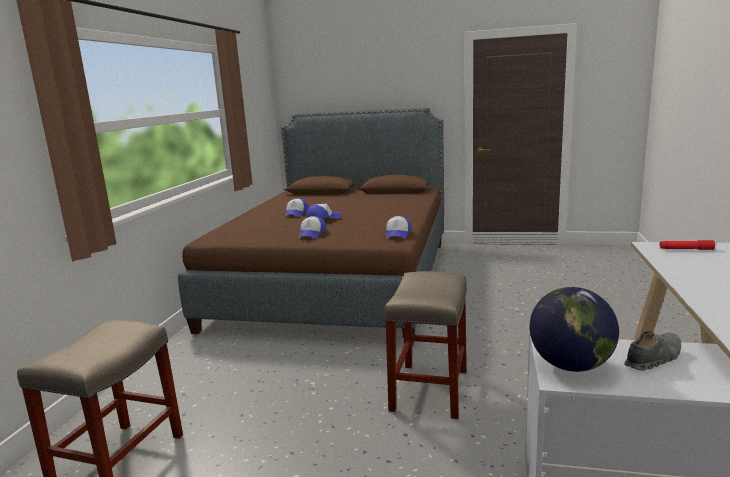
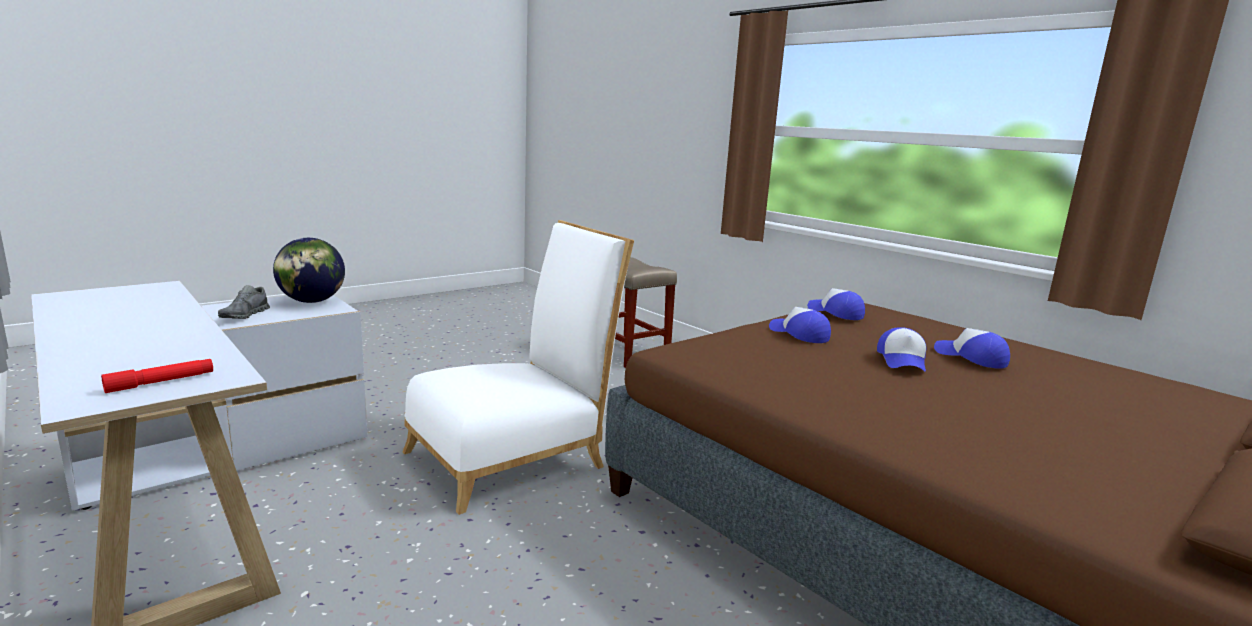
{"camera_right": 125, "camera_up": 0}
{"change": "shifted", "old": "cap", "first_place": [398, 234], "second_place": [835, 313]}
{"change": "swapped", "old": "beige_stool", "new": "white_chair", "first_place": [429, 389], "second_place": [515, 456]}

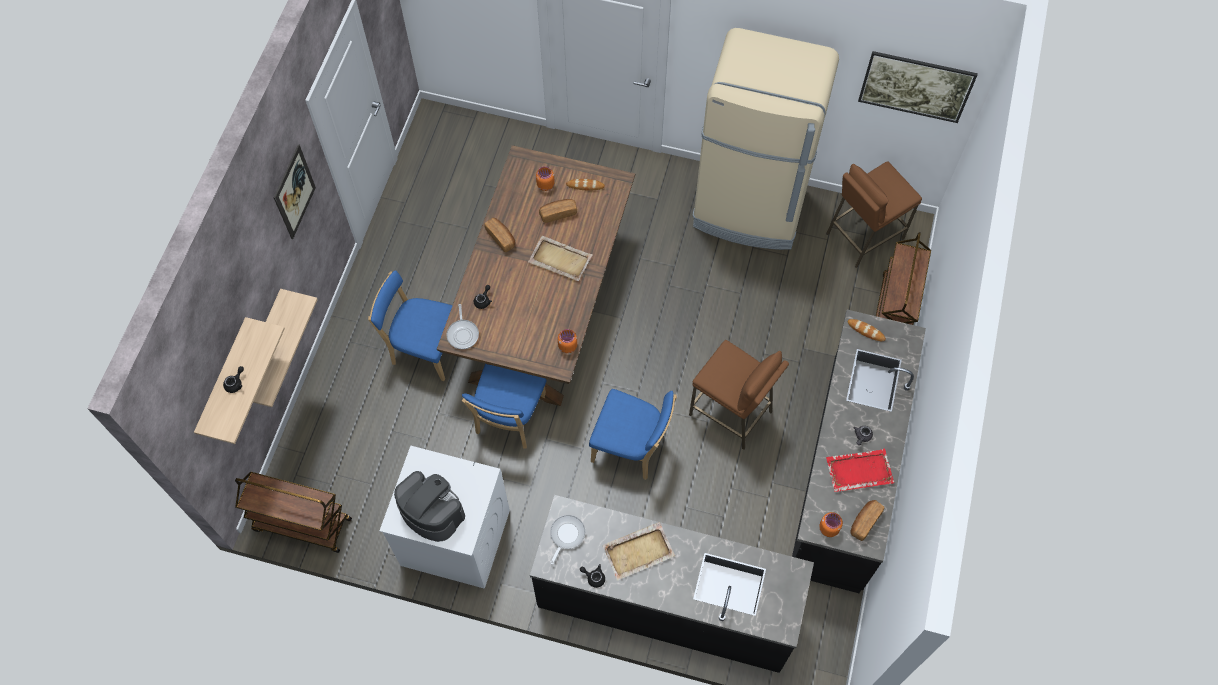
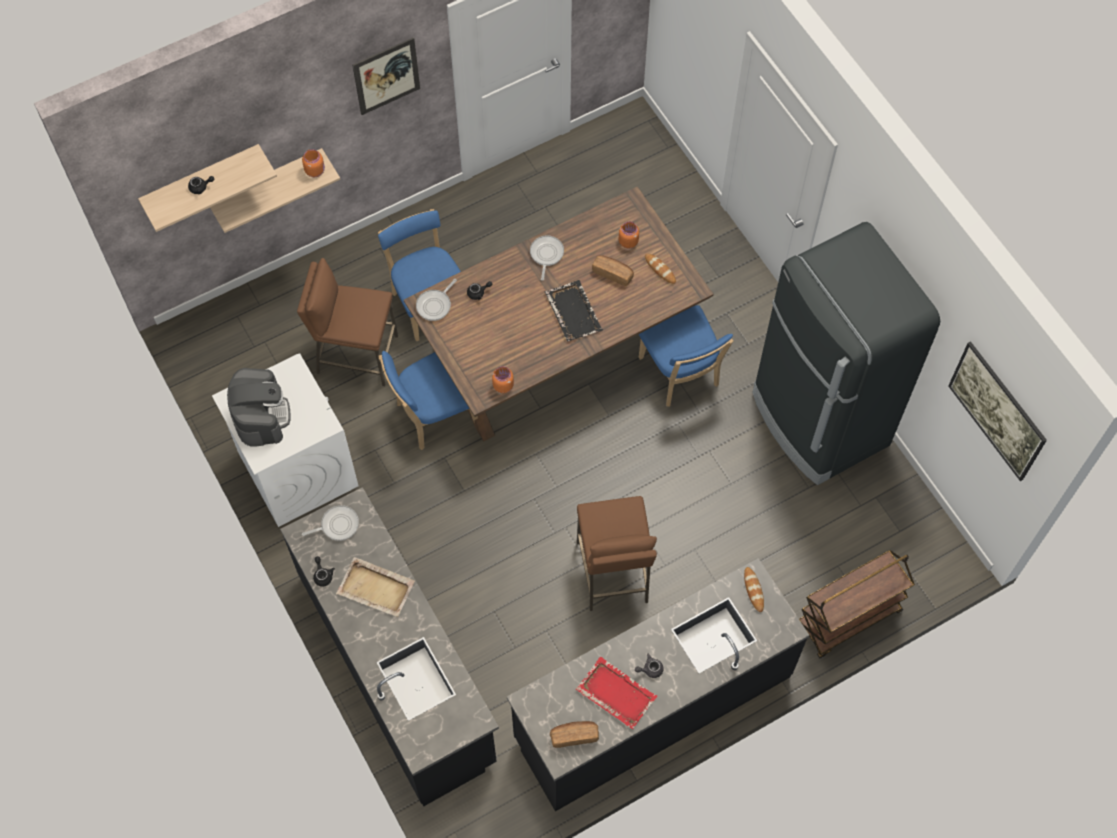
{"camera_right": 45, "camera_up": 0}
{"change": "repainted", "old": "beige_fridge", "new": "black_fridge", "first_place": [749, 210], "second_place": [818, 421]}
{"change": "shifted", "old": "brown_stool", "first_place": [864, 236], "second_place": [356, 355]}
{"change": "swapped", "old": "bread", "new": "frying_pan", "first_place": [501, 237], "second_place": [546, 254]}
{"change": "repainted", "old": "beige_tray", "new": "black_tray", "first_place": [559, 259], "second_place": [573, 311]}
{"change": "shifted", "old": "blue_chair", "first_place": [631, 448], "second_place": [680, 375]}
{"change": "gone", "old": "brown_cart", "first_place": [301, 525]}
{"change": "shifted", "old": "orange_jar", "first_place": [828, 528], "second_place": [315, 170]}

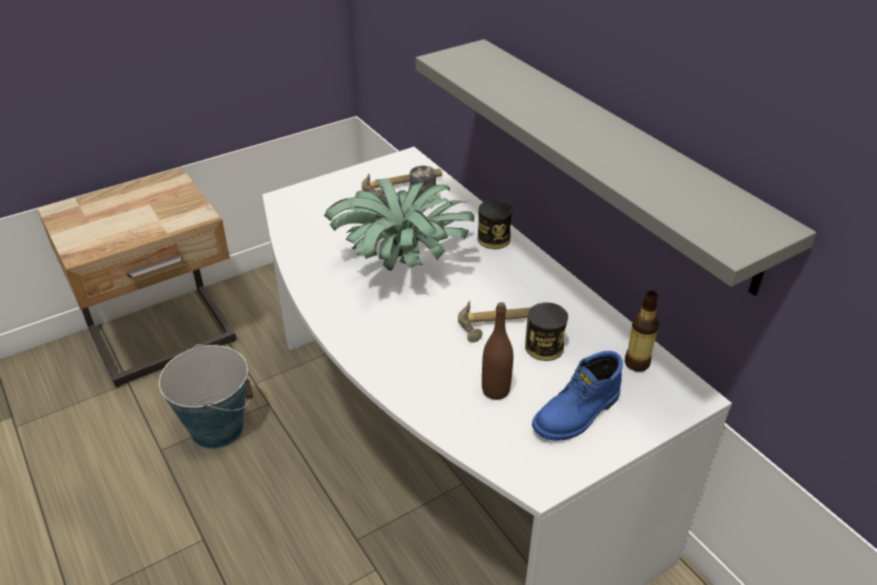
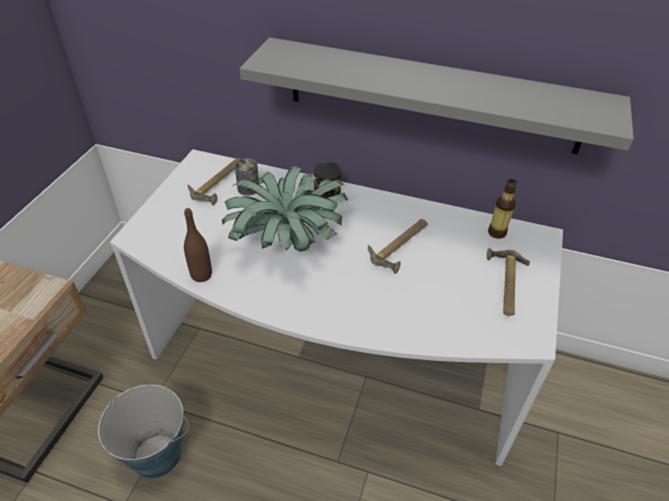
{"camera_right": -40, "camera_up": 5}
{"change": "shifted", "old": "brown_bottle", "first_place": [495, 390], "second_place": [201, 275]}
{"change": "gone", "old": "can", "first_place": [544, 347]}
{"change": "swapped", "old": "blue_boot", "new": "hammer", "first_place": [577, 414], "second_place": [504, 284]}

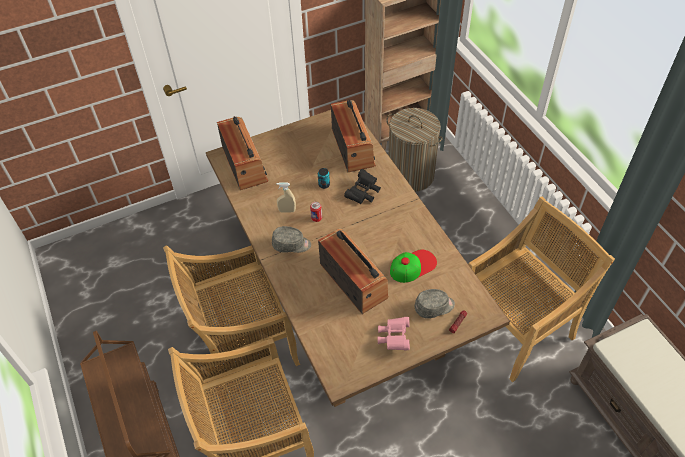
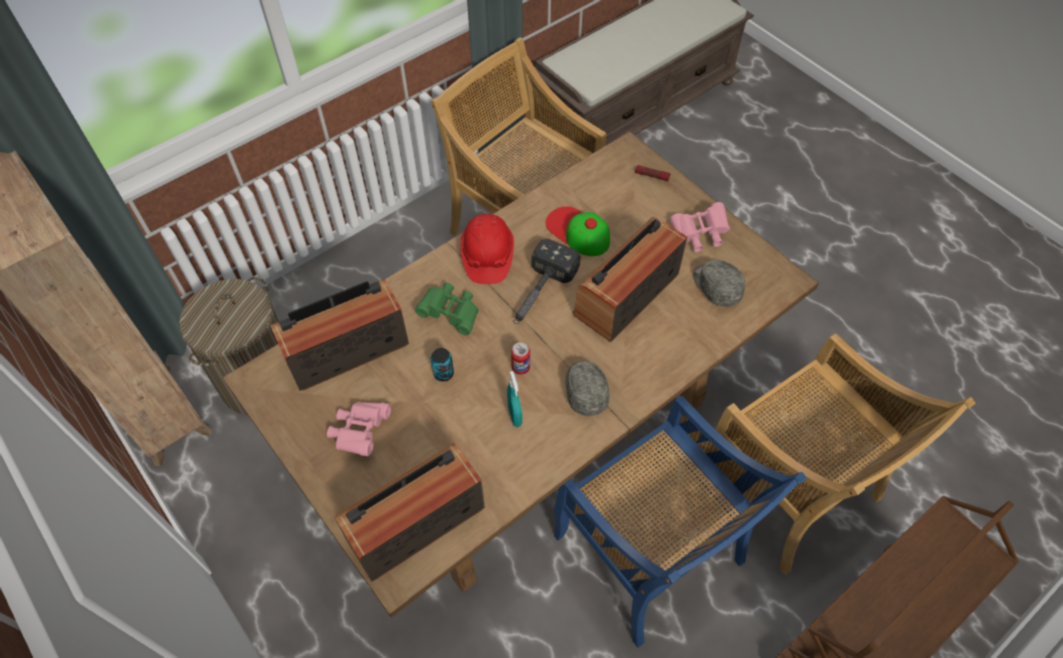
{"camera_right": -105, "camera_up": 5}
{"change": "repainted", "old": "black_binoculars", "new": "green_binoculars", "first_place": [363, 193], "second_place": [451, 313]}
{"change": "repainted", "old": "beige_spray_bottle", "new": "turquoise_spray_bottle", "first_place": [287, 211], "second_place": [515, 415]}
{"change": "repainted", "old": "beige_chair", "new": "blue_chair", "first_place": [244, 345], "second_place": [650, 552]}
{"change": "shifted", "old": "grey_cap", "first_place": [434, 307], "second_place": [715, 287]}
{"change": "new", "new": "red_hard_hat", "second_place": [487, 257]}
{"change": "new", "new": "hammer", "second_place": [539, 294]}
{"change": "new", "new": "pink_binoculars", "second_place": [360, 432]}

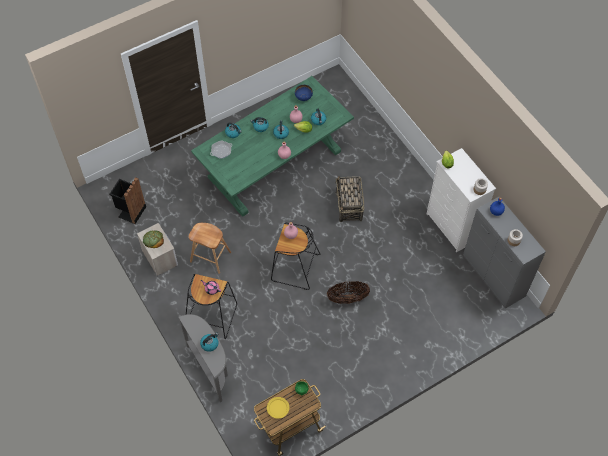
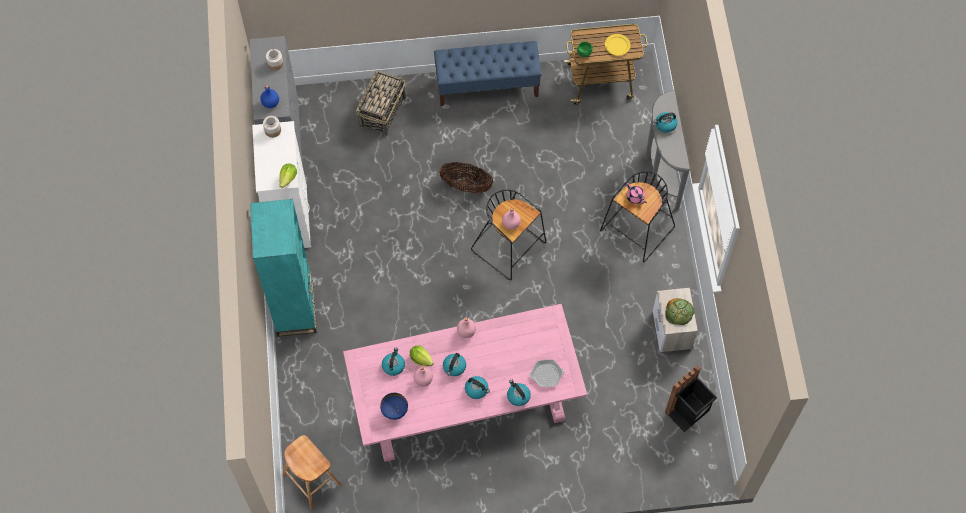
{"camera_right": -155, "camera_up": 5}
{"change": "repainted", "old": "green_dining_table", "new": "pink_dining_table", "first_place": [274, 165], "second_place": [465, 400]}
{"change": "shifted", "old": "basket", "first_place": [349, 206], "second_place": [383, 111]}
{"change": "shifted", "old": "brown_stool", "first_place": [210, 257], "second_place": [312, 480]}
{"change": "new", "new": "blue_bench", "second_place": [487, 86]}
{"change": "new", "new": "turquoise_bookcase", "second_place": [295, 309]}

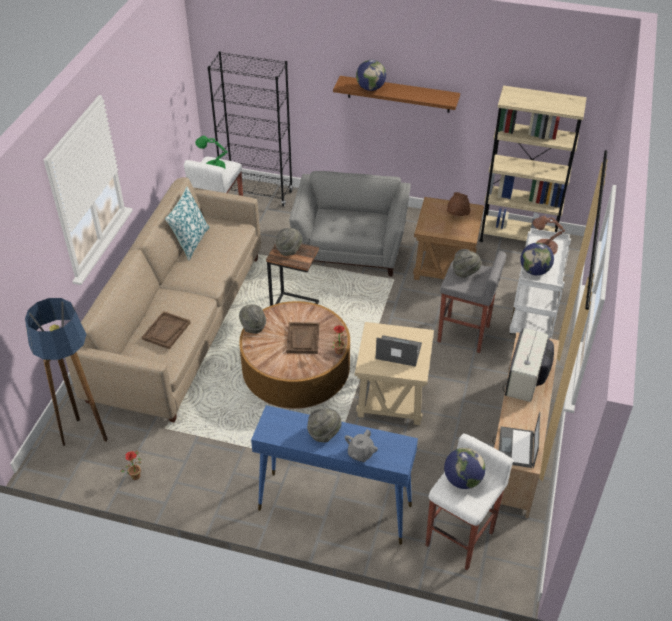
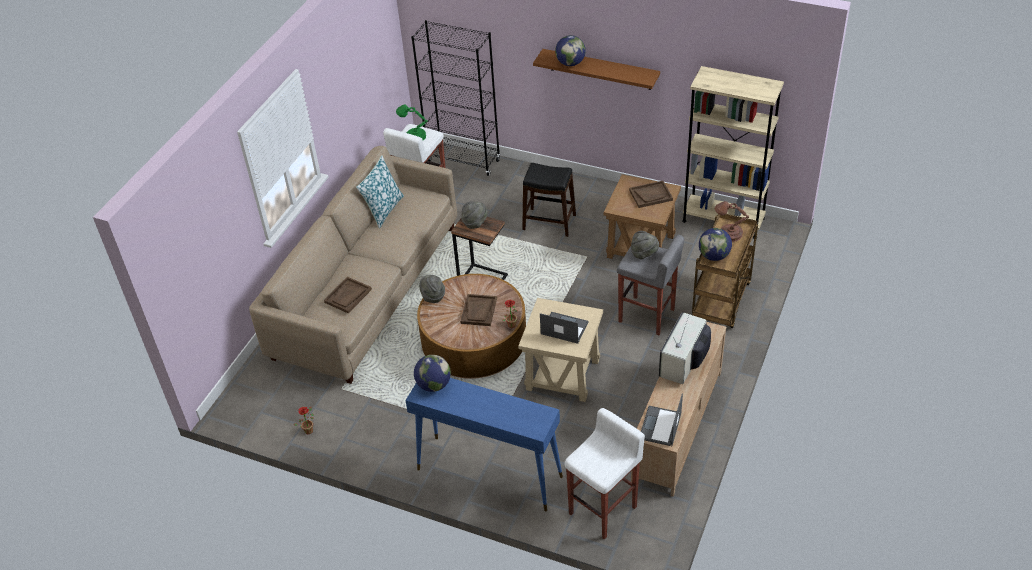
{"camera_right": 10, "camera_up": 0}
{"change": "swapped", "old": "grey_armchair", "new": "black_stool", "first_place": [351, 247], "second_place": [549, 222]}
{"change": "swapped", "old": "brown_hat", "new": "brown_tray", "first_place": [457, 215], "second_place": [651, 195]}
{"change": "repainted", "old": "white_cart", "new": "brown_cart", "first_place": [533, 317], "second_place": [721, 303]}
{"change": "gone", "old": "floor_lamp", "first_place": [87, 435]}
{"change": "gone", "old": "grey_hat", "first_place": [324, 433]}
{"change": "gone", "old": "grey_teapot", "first_place": [360, 453]}
{"change": "shifted", "old": "globe", "first_place": [462, 480], "second_place": [433, 385]}

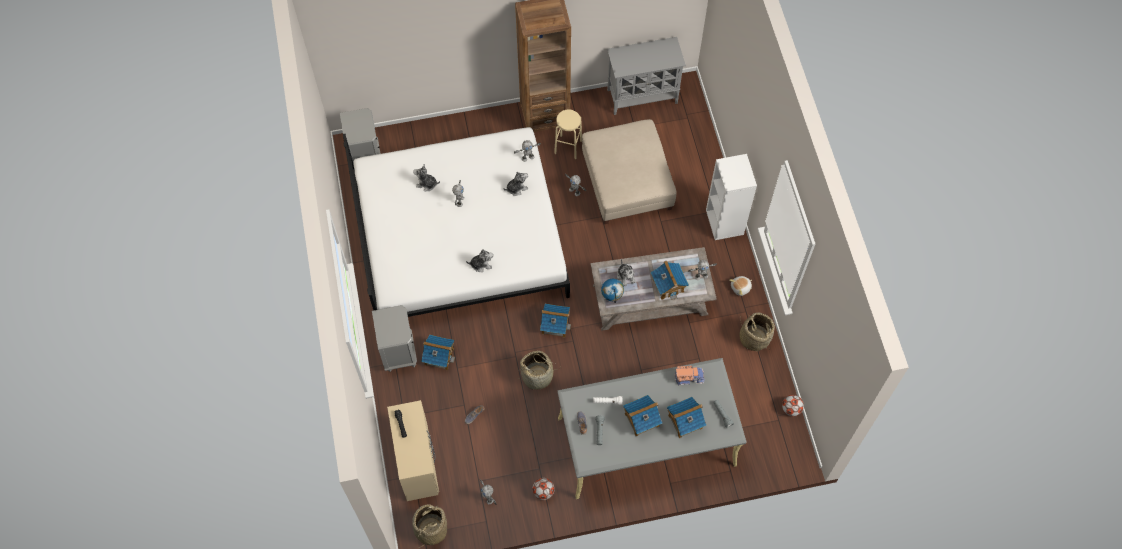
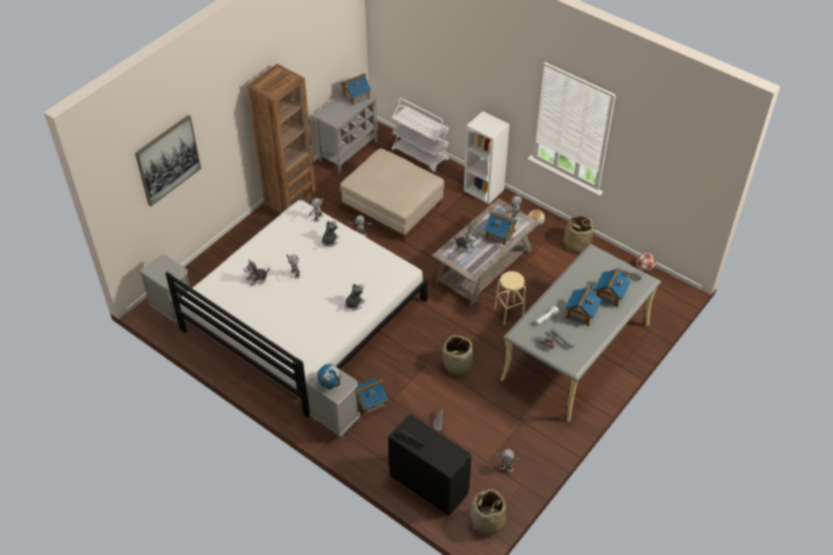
{"camera_right": -40, "camera_up": -15}
{"change": "shifted", "old": "beige_stool", "first_place": [568, 147], "second_place": [509, 313]}
{"change": "shifted", "old": "globe", "first_place": [612, 297], "second_place": [330, 386]}
{"change": "shifted", "old": "toy_house", "first_place": [555, 324], "second_place": [356, 96]}
{"change": "gone", "old": "toy_truck", "first_place": [689, 377]}
{"change": "repainted", "old": "beige_dresser", "new": "black_dresser", "first_place": [418, 462], "second_place": [429, 483]}
{"change": "gone", "old": "football", "first_place": [543, 492]}
{"change": "new", "new": "white_cart", "second_place": [420, 156]}
{"change": "new", "new": "picture", "second_place": [168, 160]}

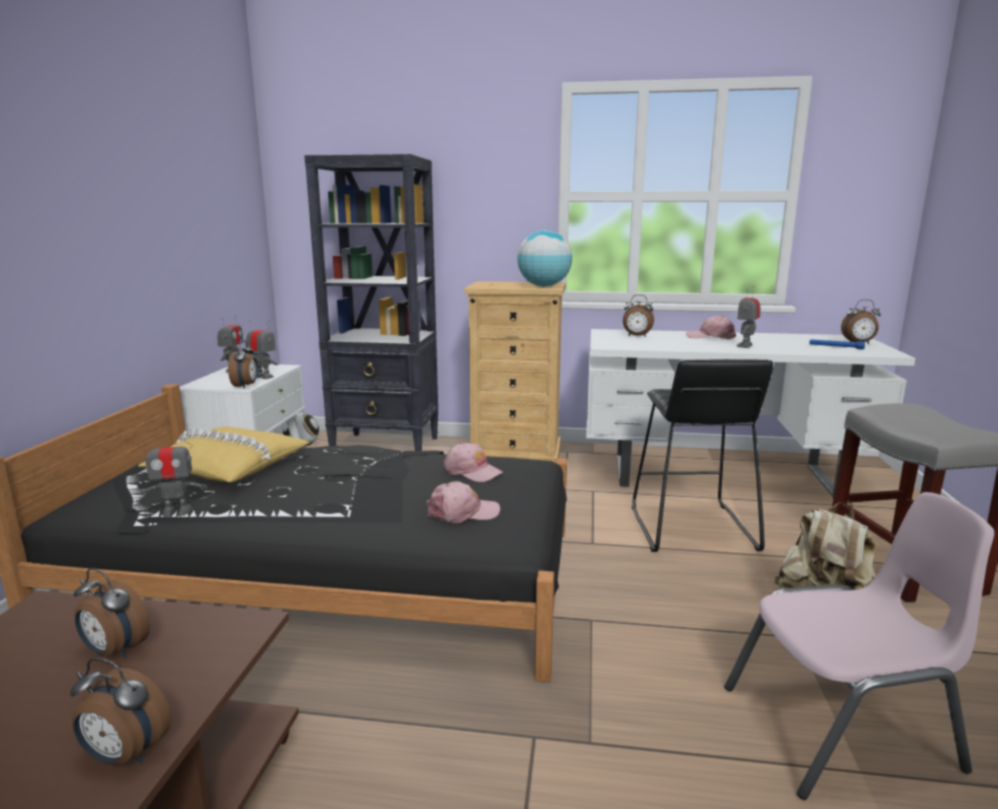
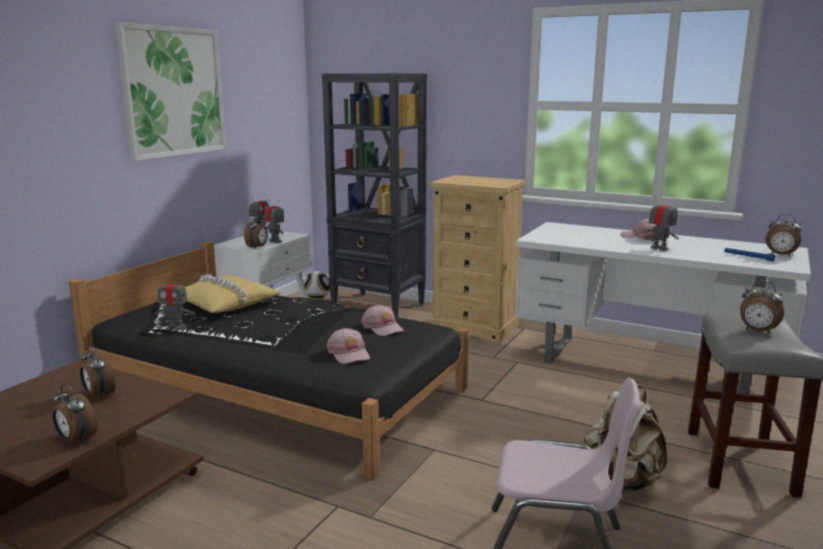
{"camera_right": 20, "camera_up": 0}
{"change": "gone", "old": "globe", "first_place": [543, 286]}
{"change": "rotated", "old": "toy_robot", "first_place": [745, 346], "second_place": [659, 249], "degrees": 90}
{"change": "shifted", "old": "alarm_clock", "first_place": [637, 336], "second_place": [757, 331]}
{"change": "gone", "old": "black_stool", "first_place": [690, 527]}
{"change": "rotated", "old": "pink_cap", "first_place": [463, 512], "second_place": [349, 353], "degrees": 60}
{"change": "new", "new": "picture", "second_place": [173, 92]}

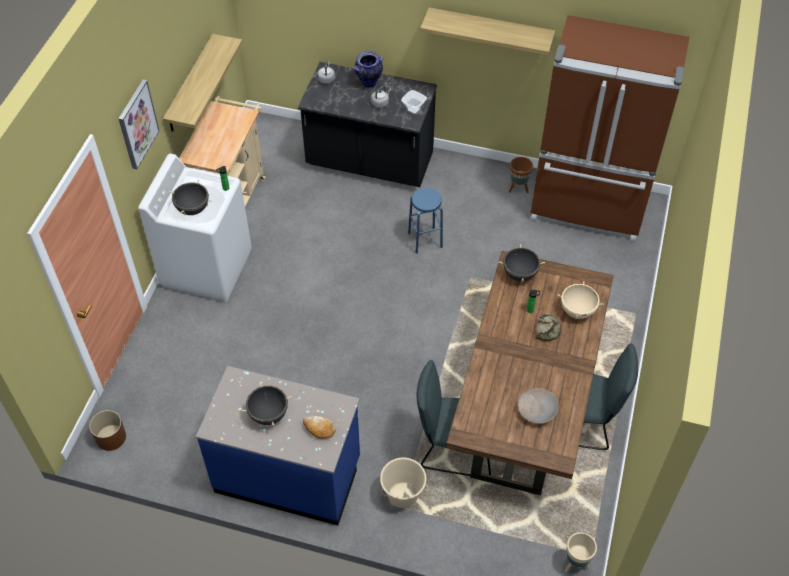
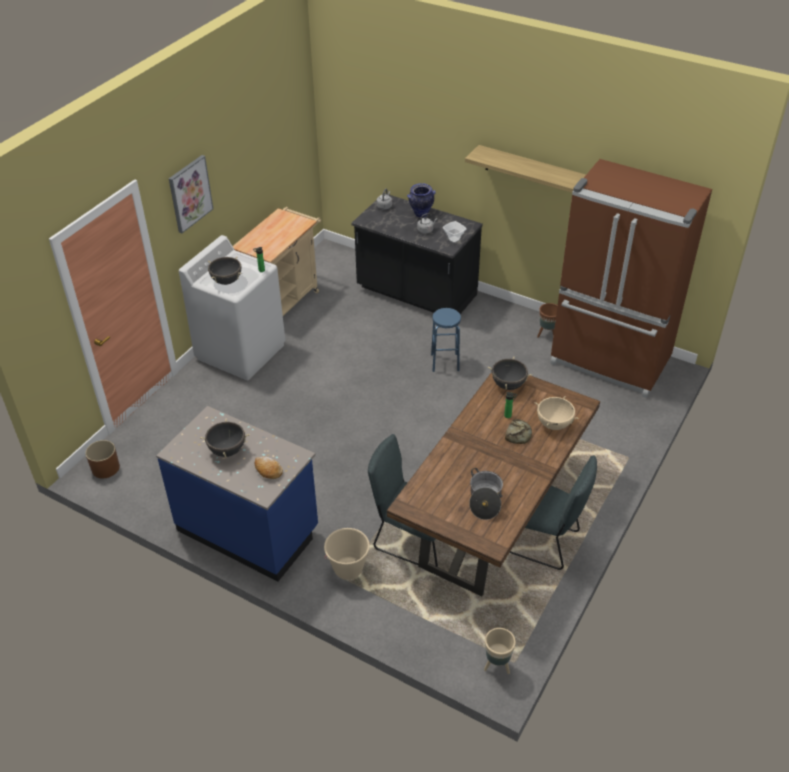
{"camera_right": 15, "camera_up": -10}
{"change": "gone", "old": "shelf", "first_place": [190, 84]}
{"change": "swapped", "old": "beige_bowl", "new": "cooking_pot", "first_place": [537, 410], "second_place": [485, 500]}

